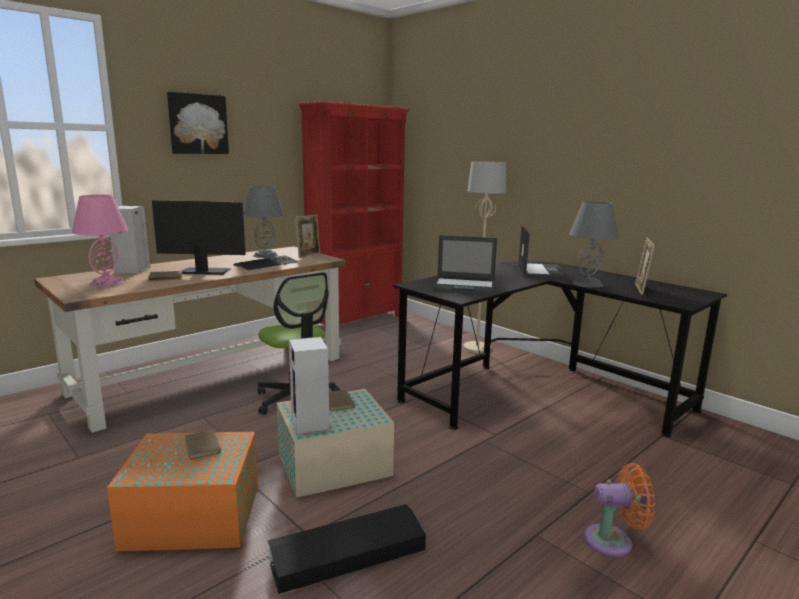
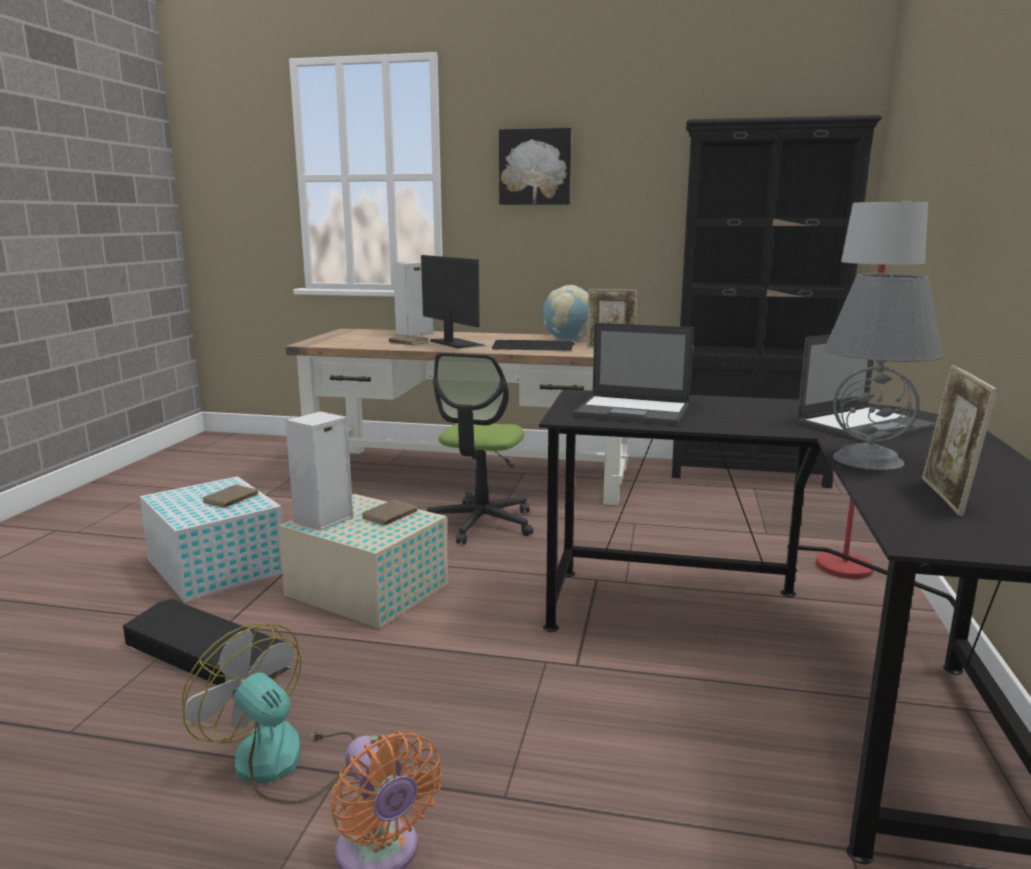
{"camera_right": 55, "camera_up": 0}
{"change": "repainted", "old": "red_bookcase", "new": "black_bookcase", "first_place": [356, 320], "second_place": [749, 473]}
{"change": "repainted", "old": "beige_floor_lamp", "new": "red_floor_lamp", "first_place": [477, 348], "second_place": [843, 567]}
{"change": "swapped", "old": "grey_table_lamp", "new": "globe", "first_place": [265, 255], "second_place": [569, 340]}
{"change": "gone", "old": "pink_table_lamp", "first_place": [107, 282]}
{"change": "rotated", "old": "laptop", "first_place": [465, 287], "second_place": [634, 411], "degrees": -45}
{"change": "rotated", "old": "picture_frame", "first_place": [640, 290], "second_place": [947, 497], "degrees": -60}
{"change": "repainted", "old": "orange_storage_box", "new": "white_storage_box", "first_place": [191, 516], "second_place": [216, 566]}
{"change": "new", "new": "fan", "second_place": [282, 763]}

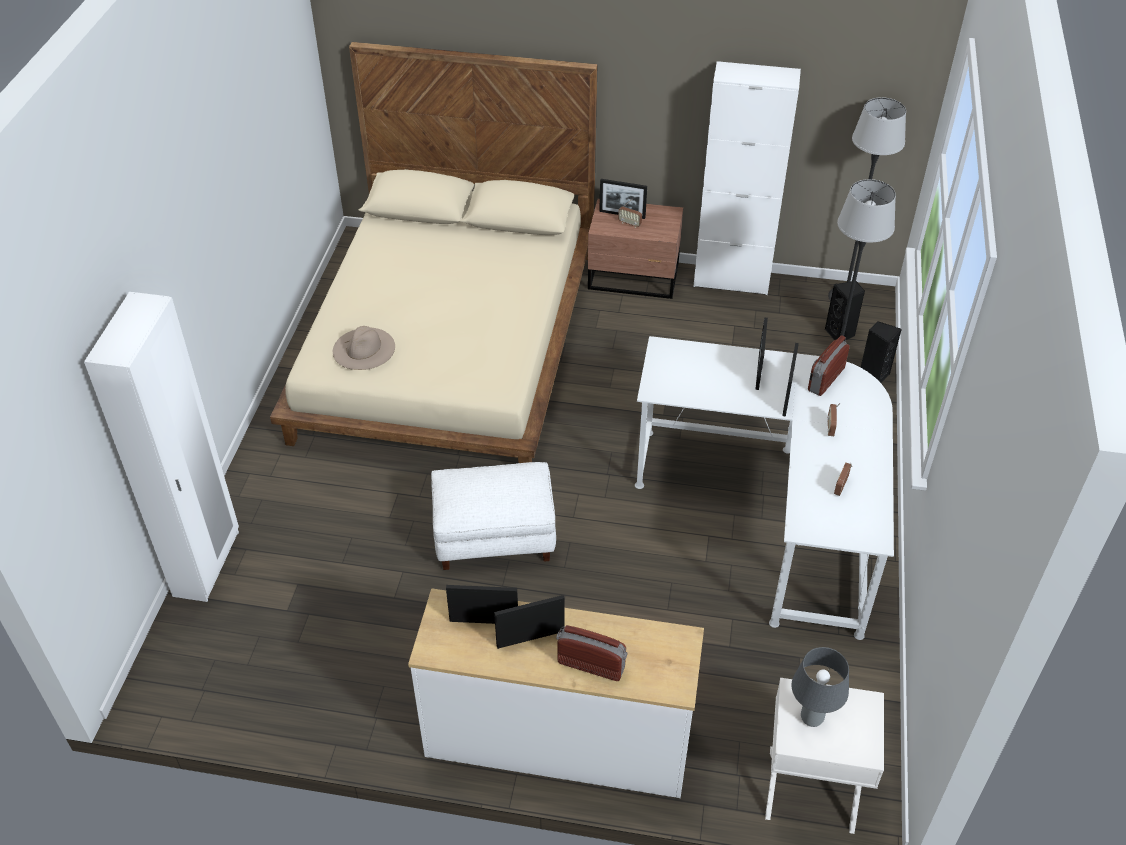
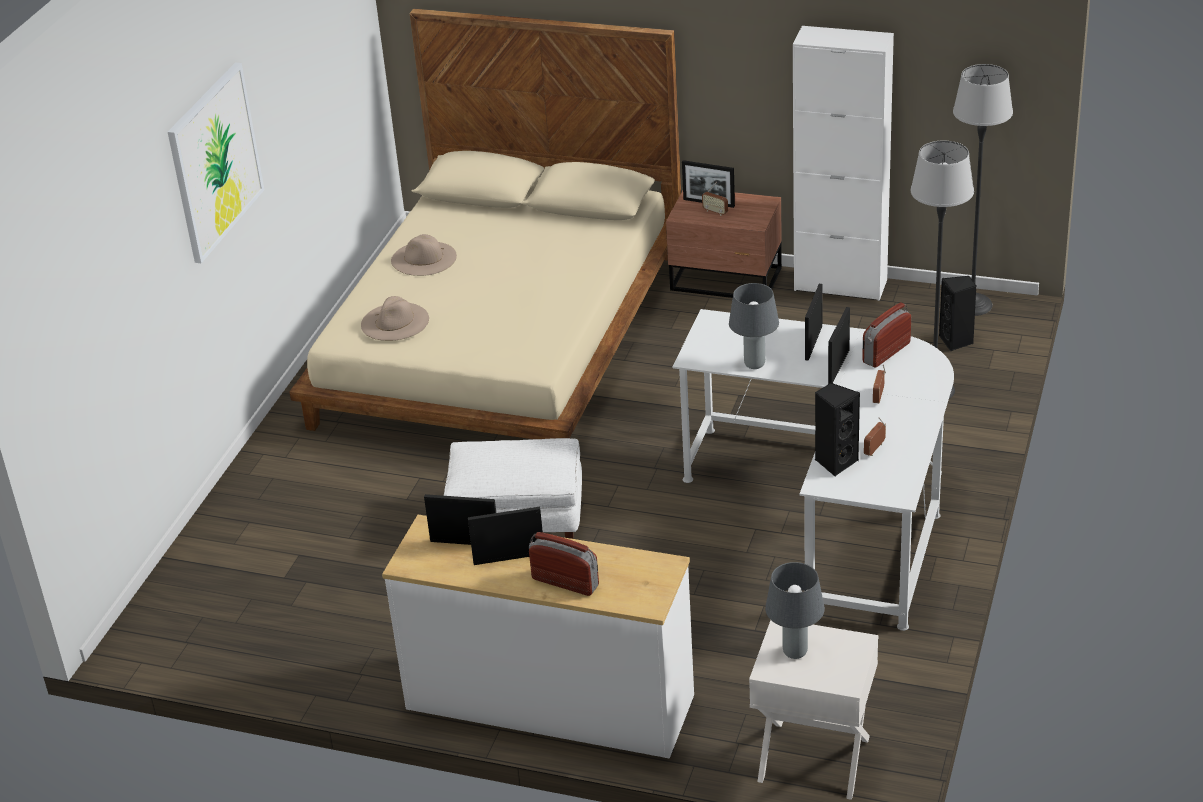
{"camera_right": 10, "camera_up": -10}
{"change": "gone", "old": "white_wardrobe", "first_place": [207, 564]}
{"change": "shifted", "old": "black_speaker", "first_place": [873, 376], "second_place": [835, 462]}
{"change": "new", "new": "picture", "second_place": [215, 161]}
{"change": "new", "new": "beige_hat", "second_place": [423, 258]}
{"change": "new", "new": "grey_table_lamp", "second_place": [754, 364]}

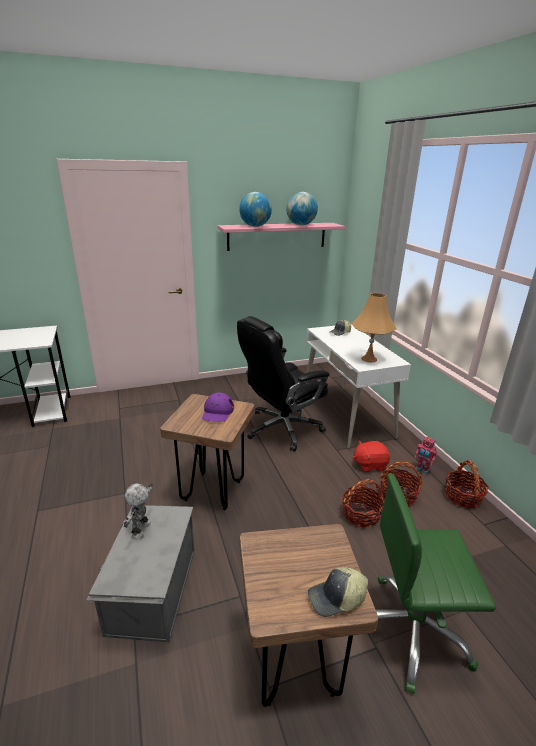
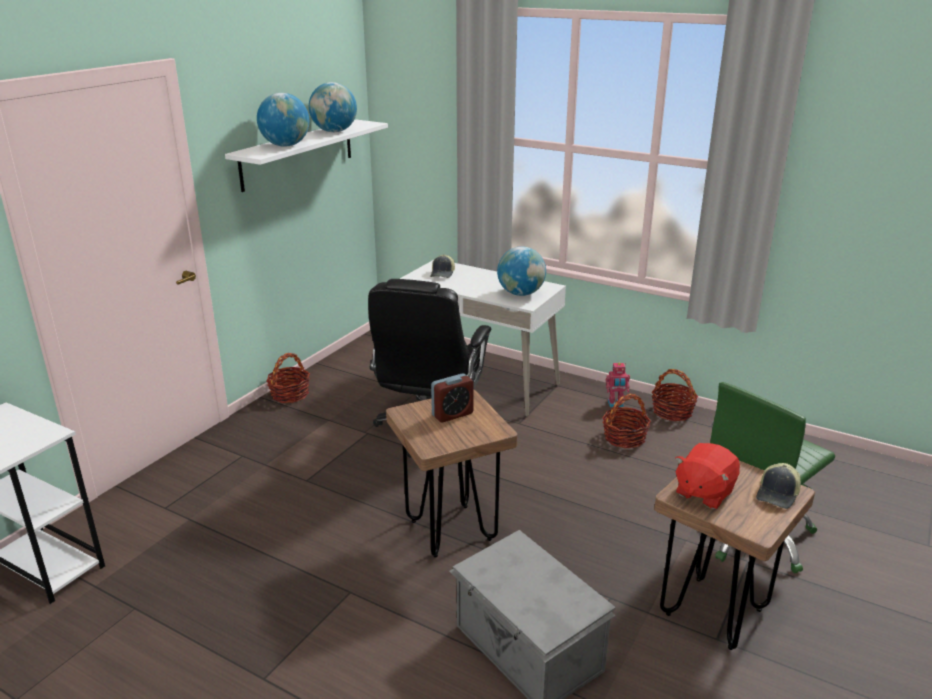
{"camera_right": -40, "camera_up": 0}
{"change": "repainted", "old": "pink_shelf", "new": "white_shelf", "first_place": [277, 236], "second_place": [298, 154]}
{"change": "swapped", "old": "orange_table_lamp", "new": "globe", "first_place": [369, 359], "second_place": [521, 294]}
{"change": "swapped", "old": "purple_cap", "new": "alarm_clock", "first_place": [217, 412], "second_place": [452, 414]}
{"change": "shifted", "old": "red_plush_toy", "first_place": [369, 465], "second_place": [703, 492]}
{"change": "shifted", "old": "basket", "first_place": [361, 514], "second_place": [290, 394]}
{"change": "gone", "old": "toy_robot", "first_place": [141, 529]}

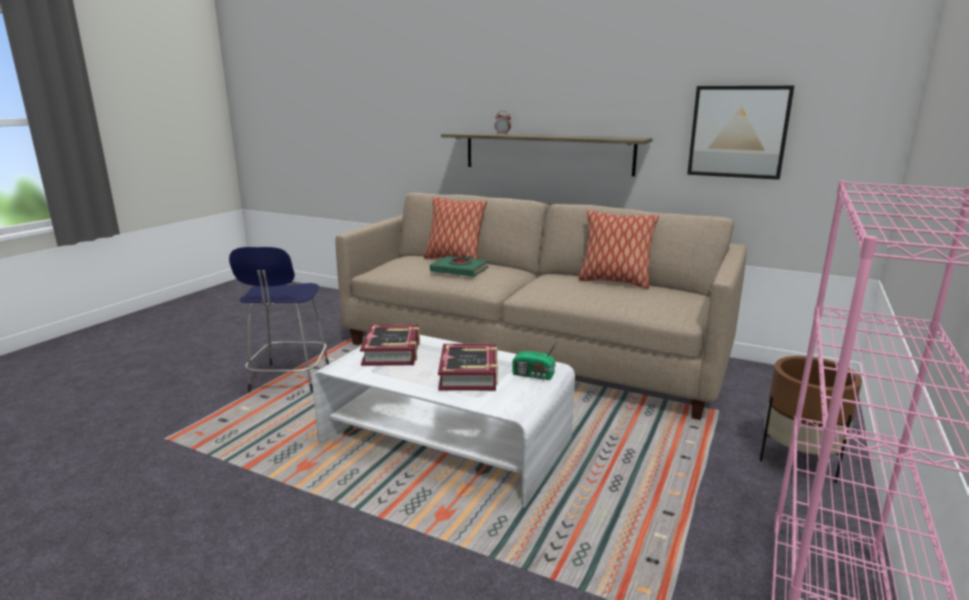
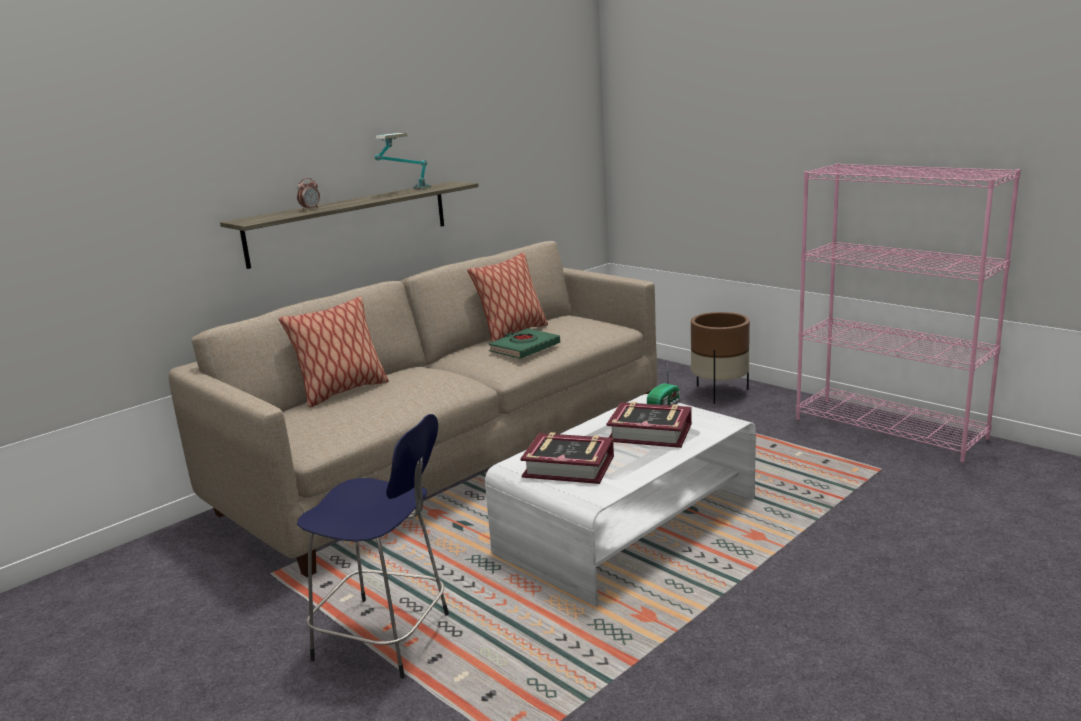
{"camera_right": -70, "camera_up": 0}
{"change": "gone", "old": "picture", "first_place": [738, 132]}
{"change": "shifted", "old": "green_book", "first_place": [459, 270], "second_place": [524, 348]}
{"change": "new", "new": "table_lamp", "second_place": [405, 191]}

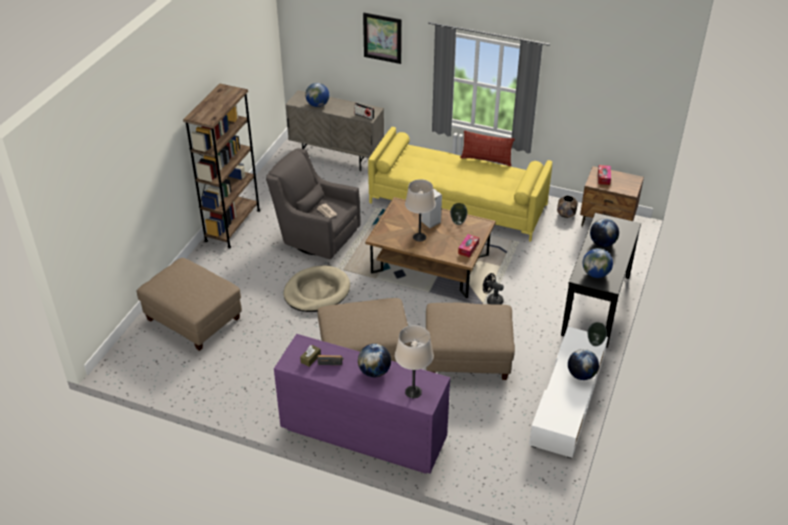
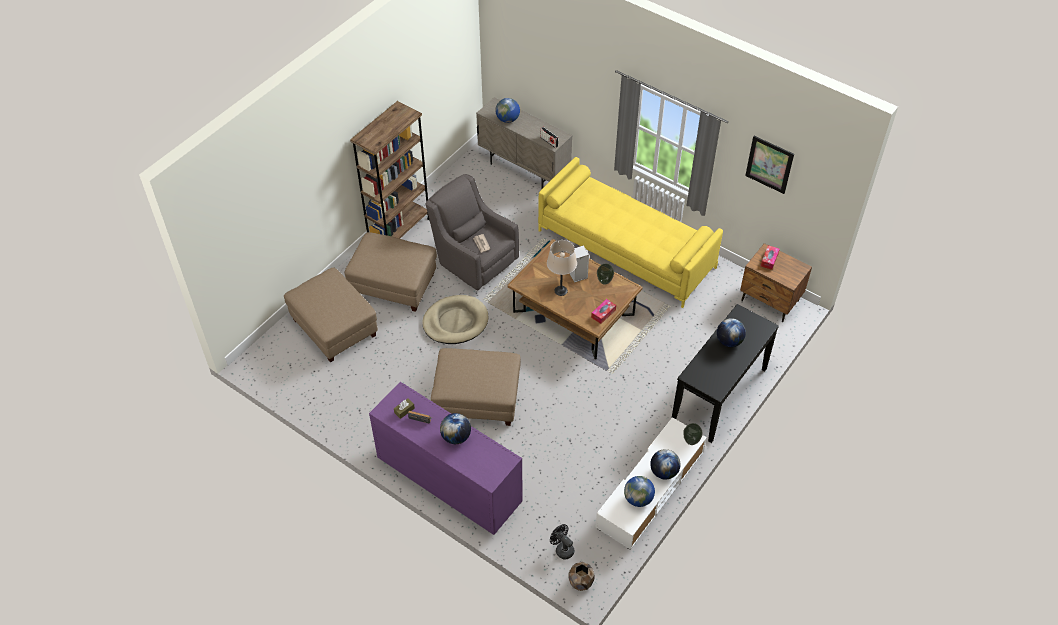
{"camera_right": 15, "camera_up": 10}
{"change": "shifted", "old": "picture", "first_place": [382, 38], "second_place": [769, 164]}
{"change": "gone", "old": "pillow", "first_place": [486, 160]}
{"change": "shifted", "old": "brown_planter", "first_place": [566, 214], "second_place": [581, 582]}
{"change": "shifted", "old": "globe", "first_place": [595, 274], "second_place": [638, 499]}
{"change": "shifted", "old": "black_fan", "first_place": [492, 300], "second_place": [562, 549]}
{"change": "shifted", "old": "beige_ottoman", "first_place": [467, 357], "second_place": [394, 285]}
{"change": "gone", "old": "beige_table_lamp", "first_place": [413, 392]}

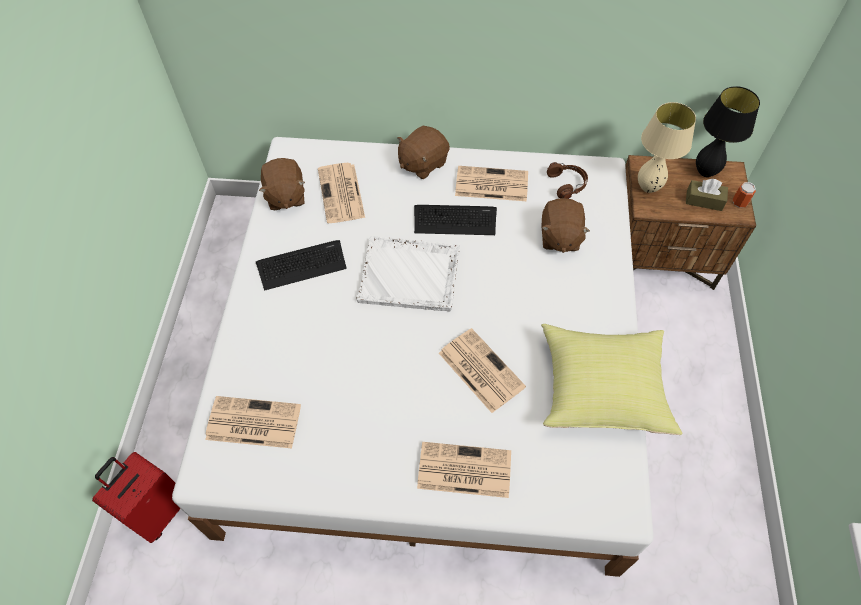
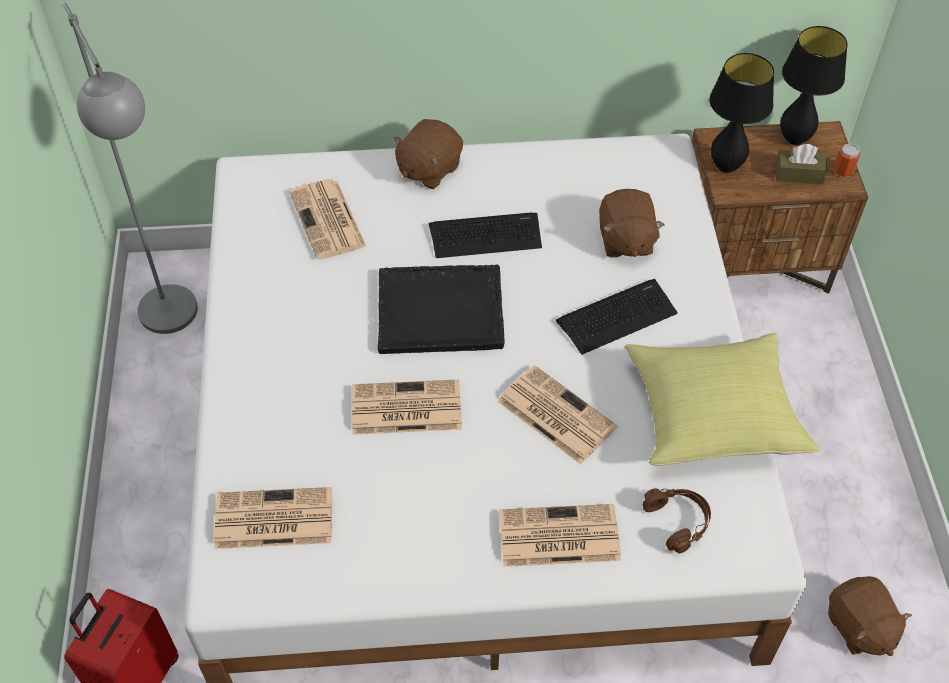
{"camera_right": -10, "camera_up": -5}
{"change": "repainted", "old": "beige_table_lamp", "new": "black_table_lamp", "first_place": [648, 188], "second_place": [726, 166]}
{"change": "shifted", "old": "brown_plush_toy", "first_place": [285, 196], "second_place": [859, 627]}
{"change": "shifted", "old": "brown_headphones", "first_place": [567, 184], "second_place": [678, 521]}
{"change": "shifted", "old": "newspaper", "first_place": [490, 184], "second_place": [404, 408]}
{"change": "repainted", "old": "white_tray", "new": "black_tray", "first_place": [410, 275], "second_place": [441, 311]}
{"change": "shifted", "old": "keyboard", "first_place": [302, 265], "second_place": [617, 316]}
{"change": "new", "new": "grey_floor_lamp", "second_place": [176, 325]}

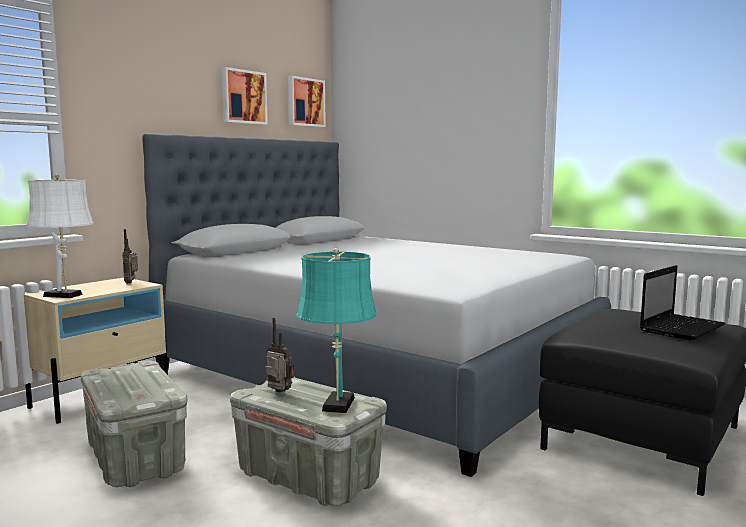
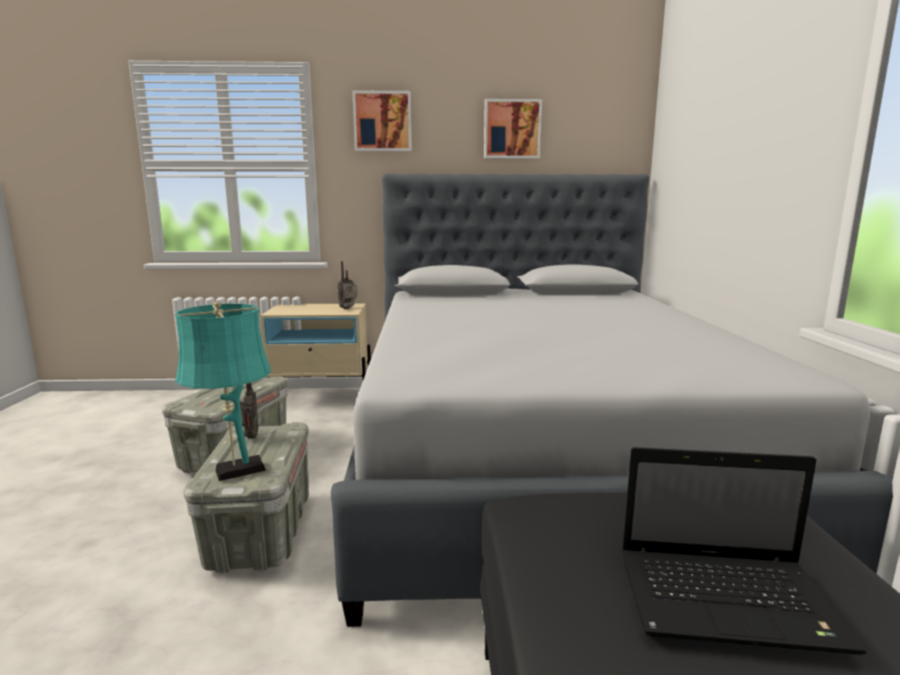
{"camera_right": 50, "camera_up": 5}
{"change": "shifted", "old": "picture", "first_place": [305, 102], "second_place": [382, 122]}
{"change": "gone", "old": "white_table_lamp", "first_place": [66, 295]}

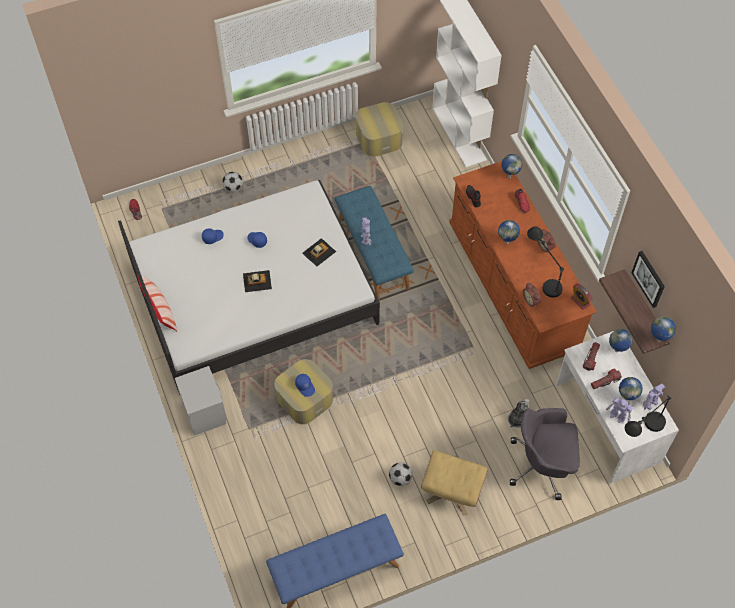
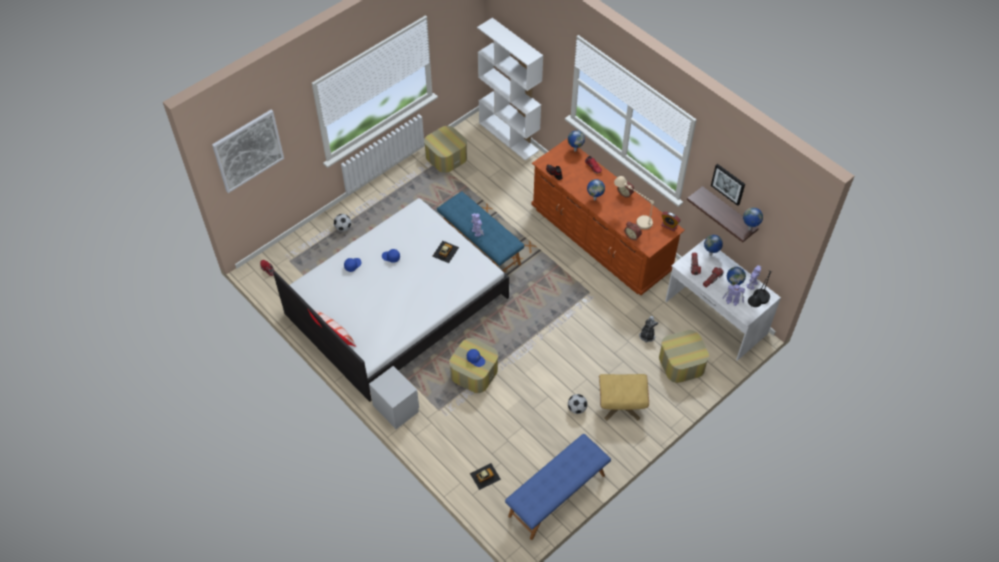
{"camera_right": -20, "camera_up": -5}
{"change": "repainted", "old": "black_table_lamp", "new": "beige_table_lamp", "first_place": [542, 276], "second_place": [632, 215]}
{"change": "shifted", "old": "toy_car", "first_place": [257, 281], "second_place": [485, 476]}
{"change": "swapped", "old": "grey_office_chair", "new": "ottoman", "first_place": [543, 465], "second_place": [681, 363]}
{"change": "new", "new": "picture", "second_place": [248, 150]}

